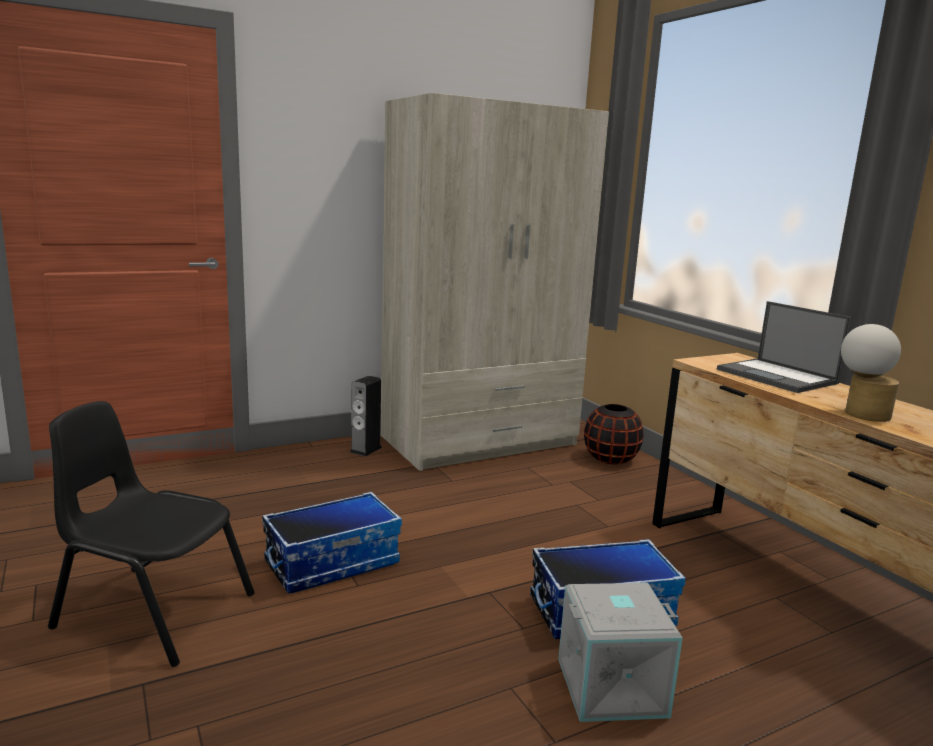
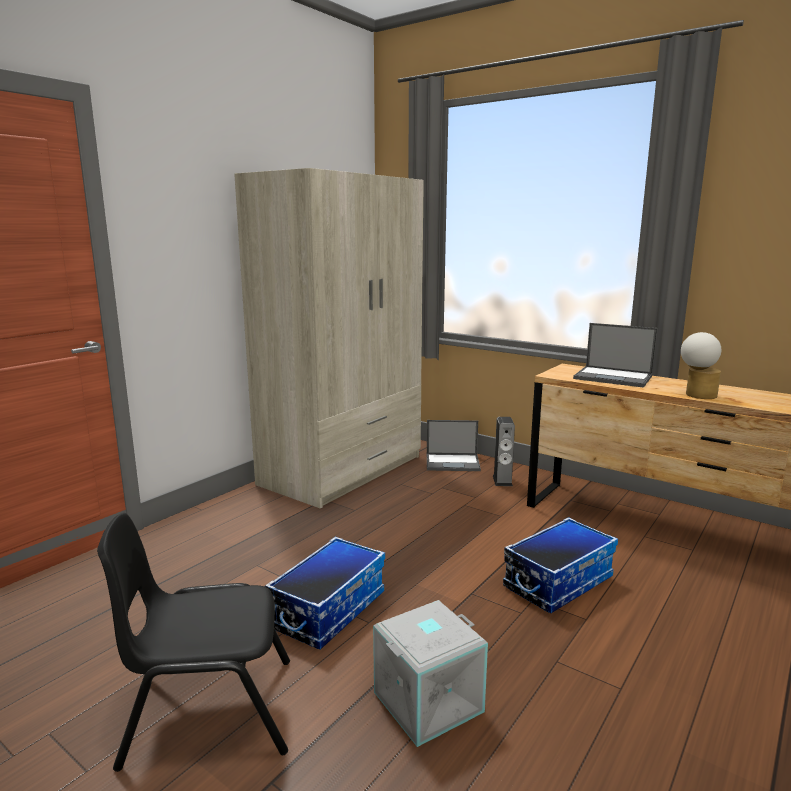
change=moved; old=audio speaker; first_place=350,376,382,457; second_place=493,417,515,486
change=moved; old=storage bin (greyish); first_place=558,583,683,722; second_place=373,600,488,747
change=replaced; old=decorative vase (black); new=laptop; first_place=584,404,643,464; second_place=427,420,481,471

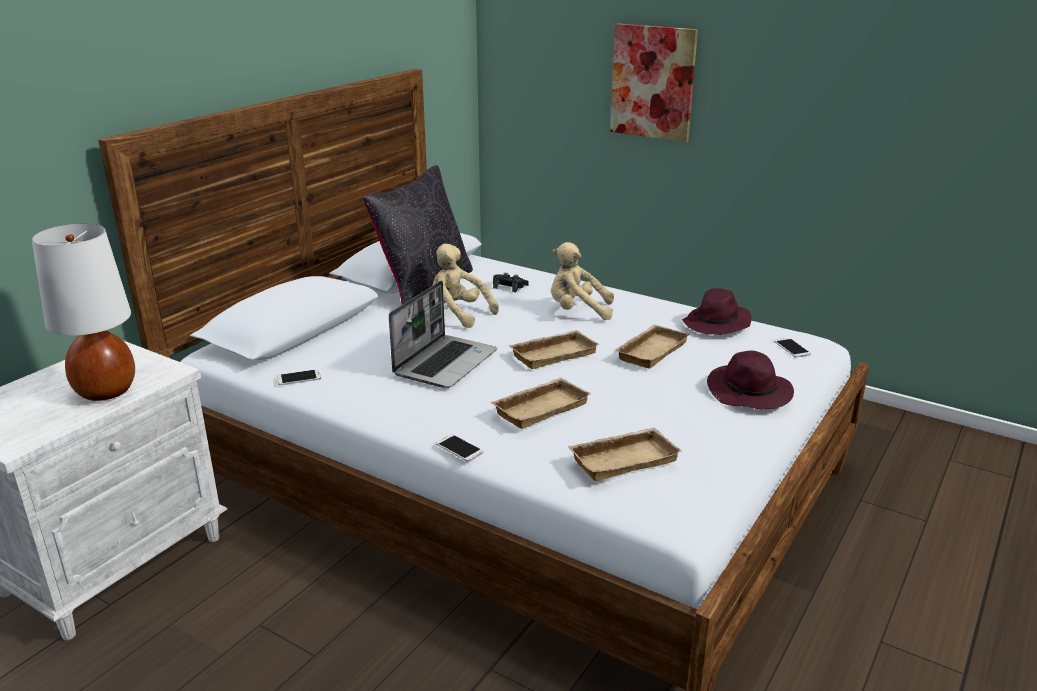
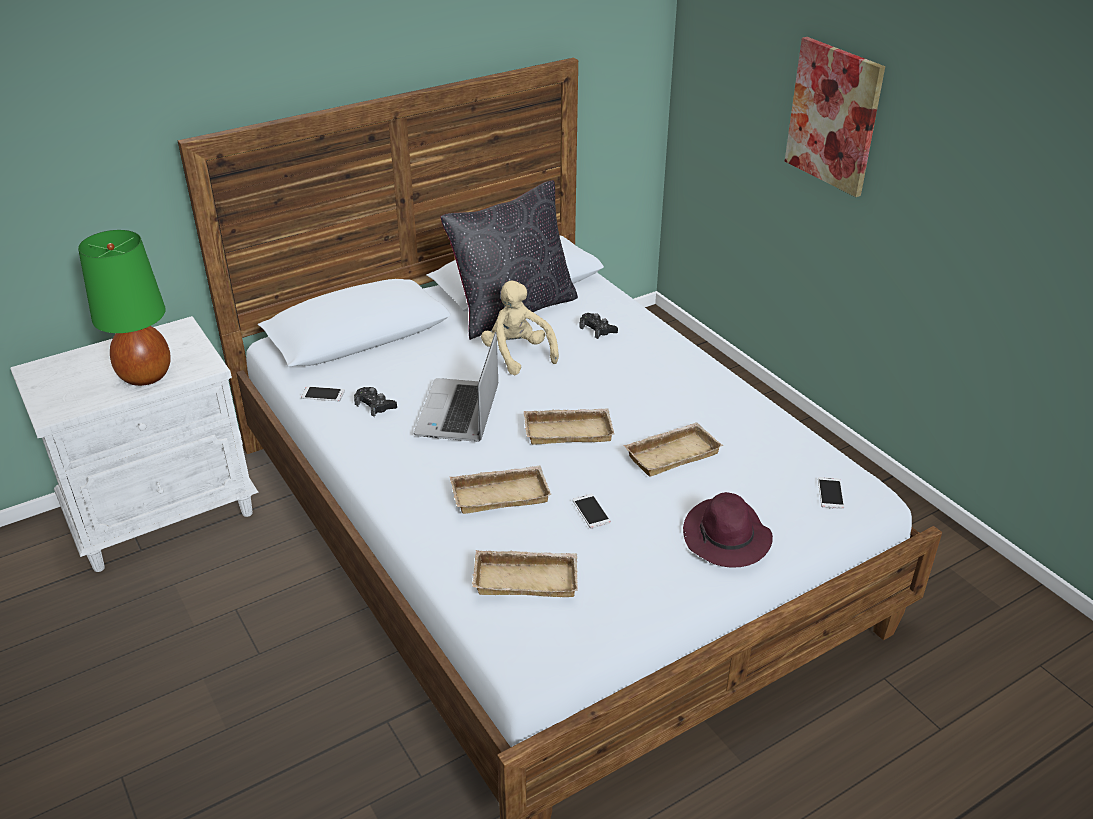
change=recoloured; old=tabletop lamp (white); new=tabletop lamp (green-coloured); first_place=32,223,135,401; second_place=78,230,171,386
change=turned; old=laptop; first_place=389,281,497,388; second_place=414,332,498,442; degrees=135
change=moved; old=telephone; first_place=436,434,484,462; second_place=573,494,611,528
change=removed; old=cuddly toy (beige); first_place=551,242,614,320
change=removed; old=clothing hat (purplish); first_place=682,288,751,335
change=added; new=gamepad (black); second_place=354,387,397,417

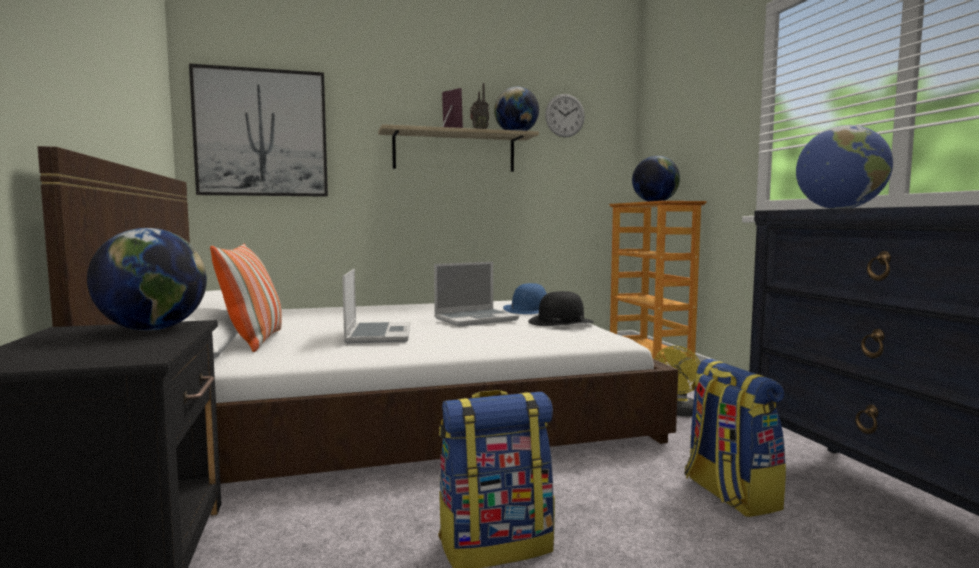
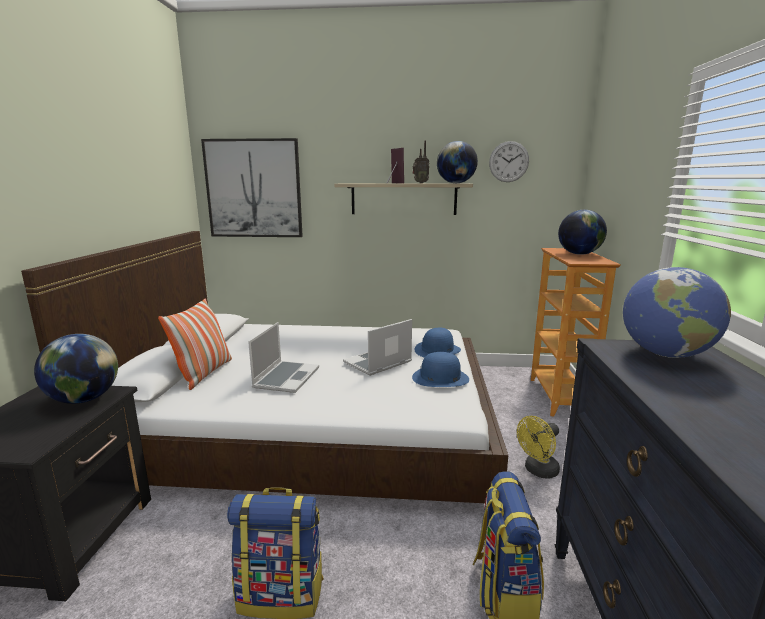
change=turned; old=laptop; first_place=434,262,519,327; second_place=343,319,412,376; degrees=150
change=recoloured; old=clothing hat (black); new=clothing hat (bluish); first_place=528,291,594,326; second_place=412,352,469,387

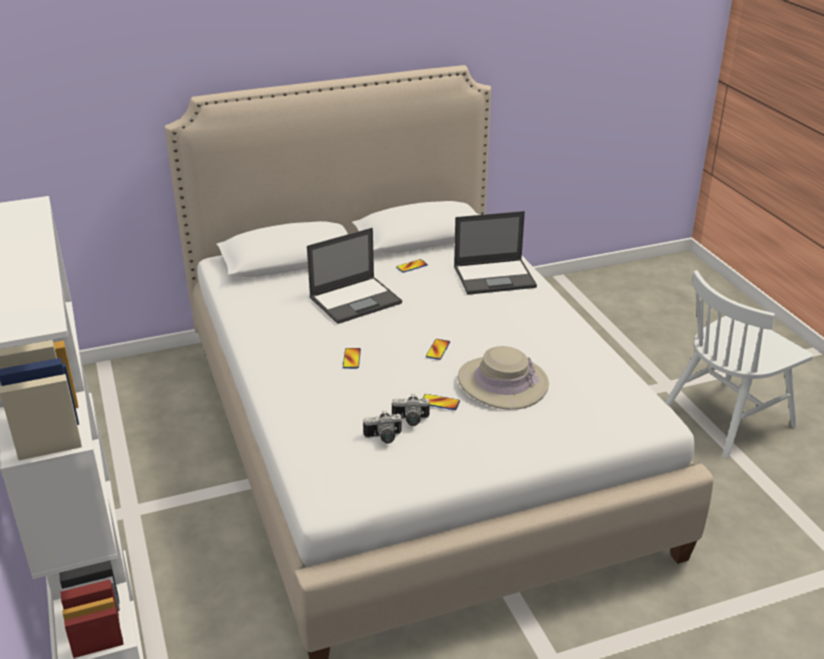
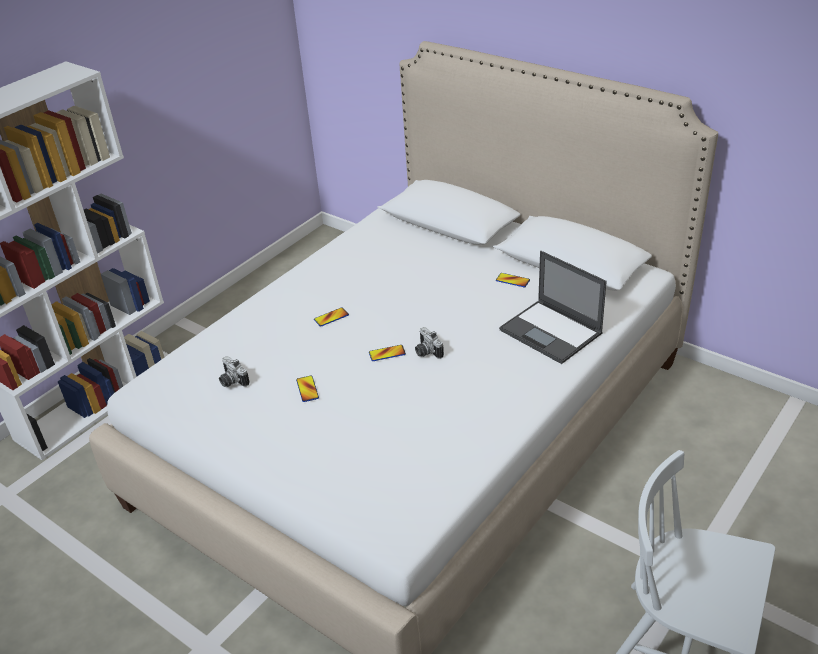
change=removed; old=laptop; first_place=307,228,402,324
change=moved; old=still camera; first_place=392,394,430,426; second_place=415,327,444,359
change=removed; old=clothing hat (beige); first_place=458,346,549,410

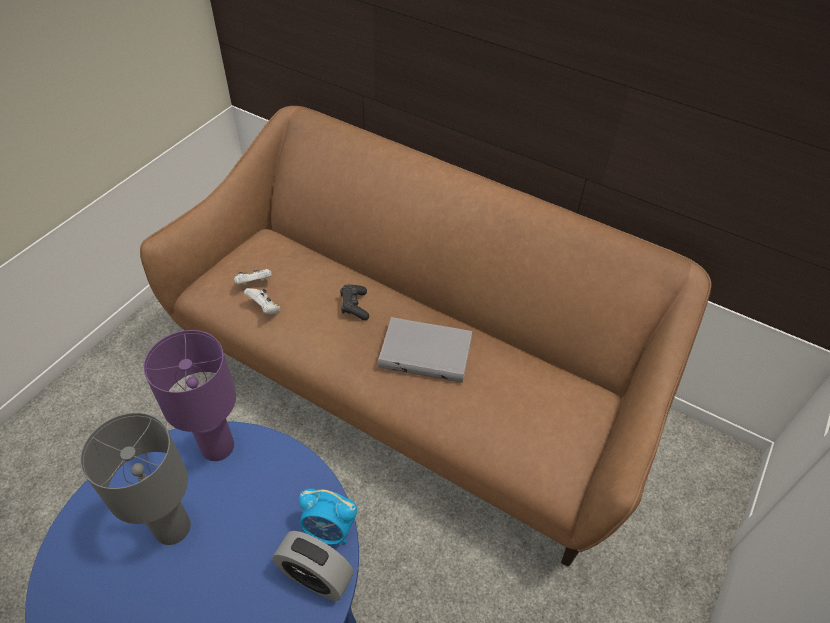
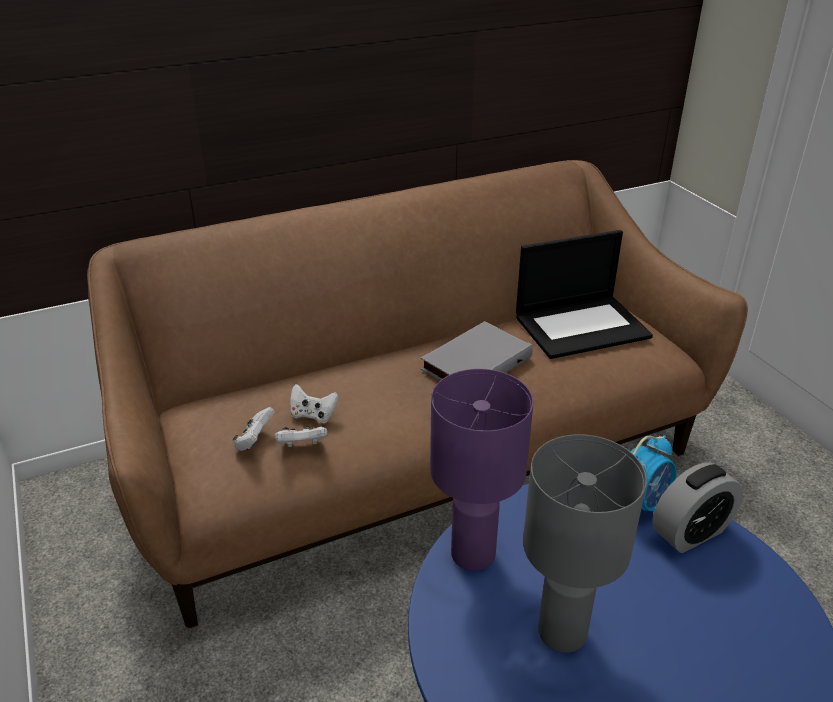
change=removed; old=gamepad (black); first_place=340,284,369,321
change=added; new=gamepad (white); second_place=290,384,339,424
change=added; new=laptop; second_place=516,230,653,359

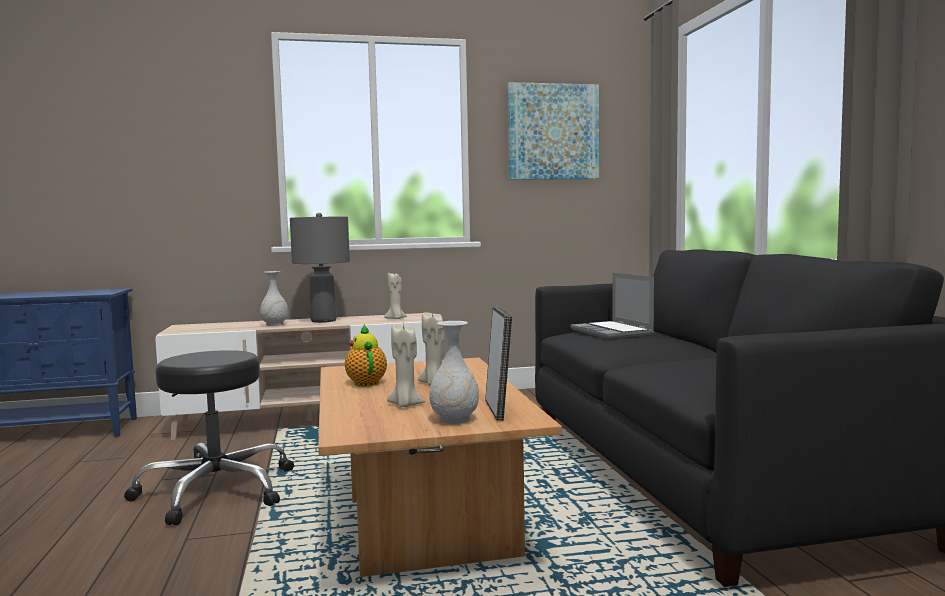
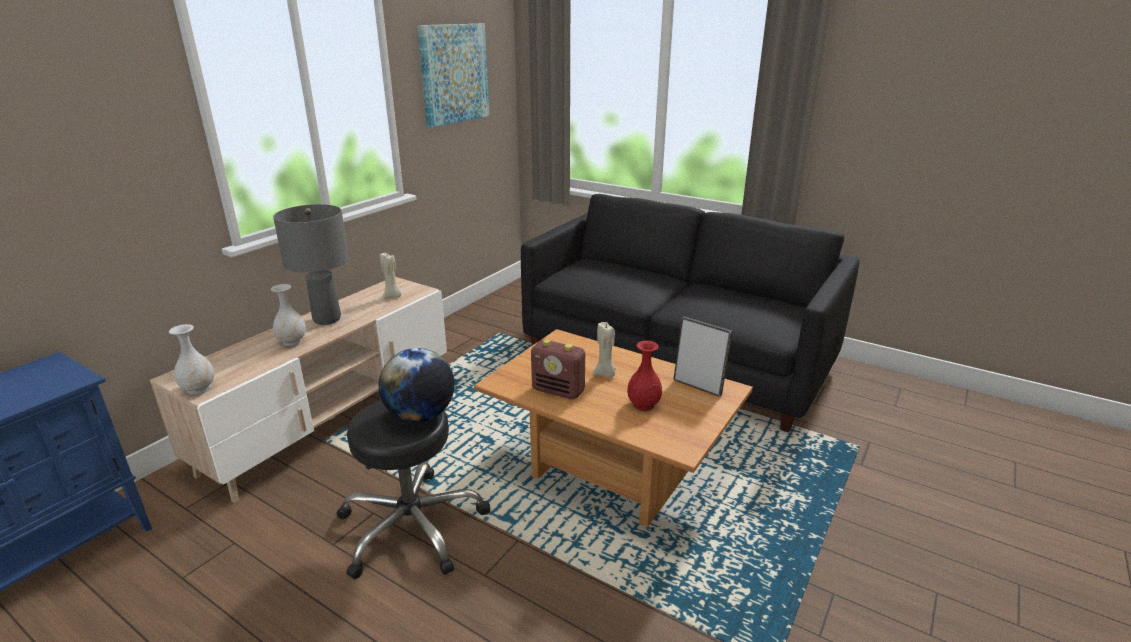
change=replaced; old=tea pot; new=radio set; first_place=345,324,387,386; second_place=531,339,585,399
change=replaced; old=candle (beige); new=decorative vase (reddish); first_place=387,323,425,407; second_place=627,341,662,411
change=moved; old=decorative vase (white); first_place=429,321,479,424; second_place=169,324,215,395
change=removed; old=laptop; first_place=570,273,654,339
change=added; new=world globe; second_place=379,348,455,423

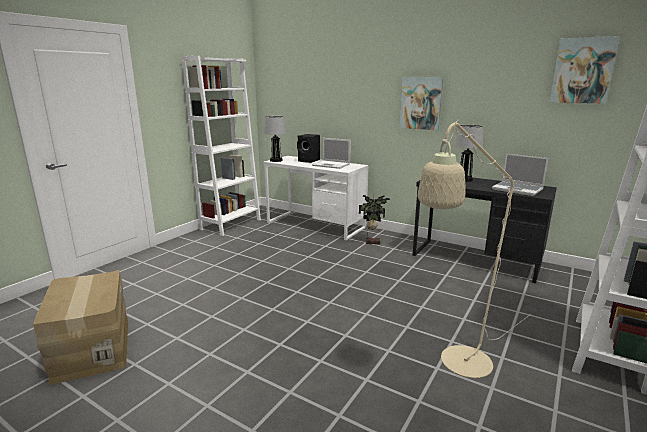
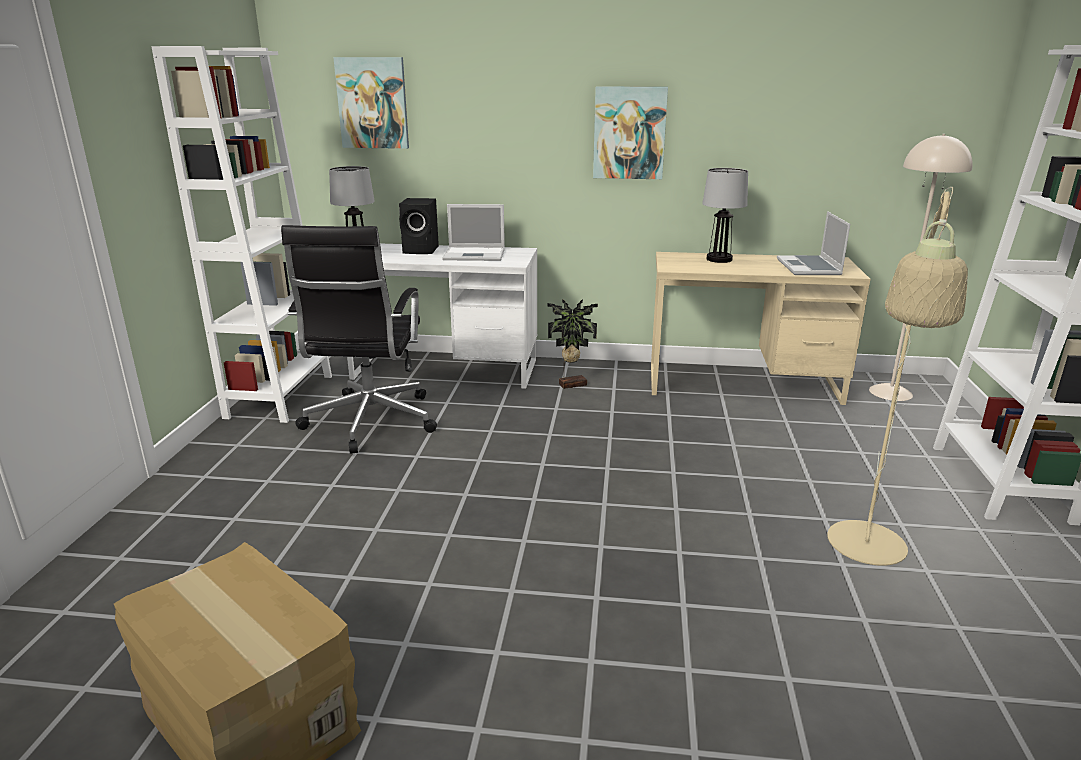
change=recoloured; old=desk (black); new=desk (beige); first_place=412,178,557,283; second_place=651,252,870,405
change=turned; old=laptop; first_place=492,153,548,196; second_place=777,211,850,275; degrees=75
change=moved; old=wall art; first_place=549,36,620,104; second_place=333,57,409,149
change=added; new=office chair (black); second_place=281,225,437,454
change=added; new=standard lamp (beige); second_place=869,134,973,401

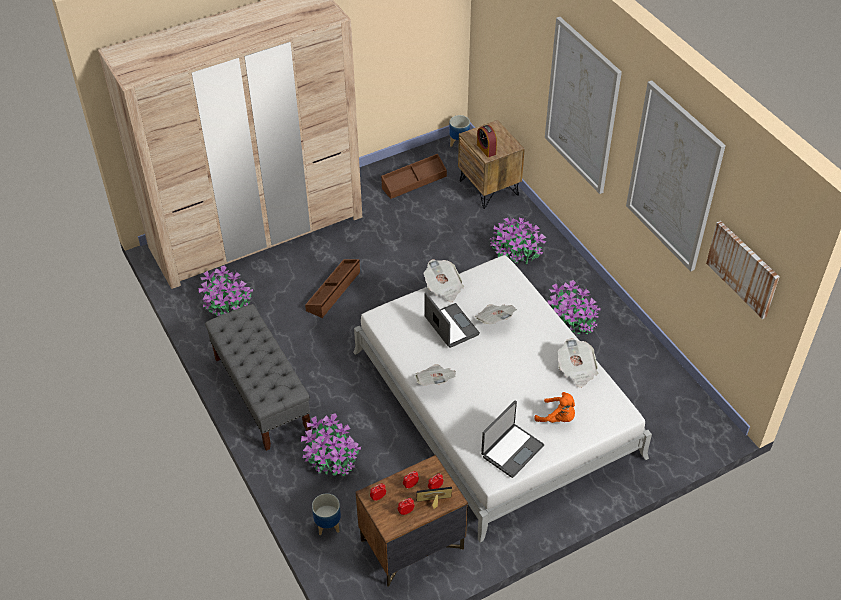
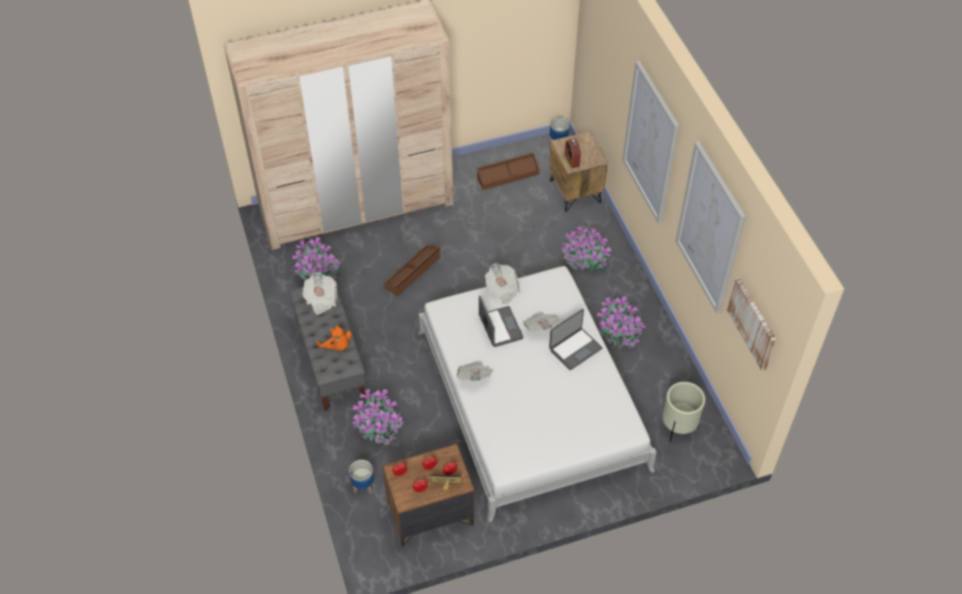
change=moved; old=laptop; first_place=481,401,544,478; second_place=549,309,602,370
change=moved; old=cuddly toy (orange); first_place=534,392,575,423; second_place=317,325,352,351
change=moved; old=printed paper; first_place=558,338,598,388; second_place=302,272,337,315
change=added; new=plant pot (beige); second_place=662,382,705,442

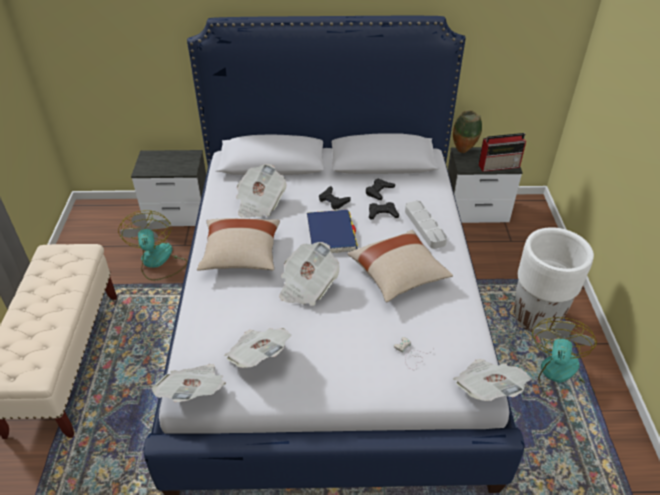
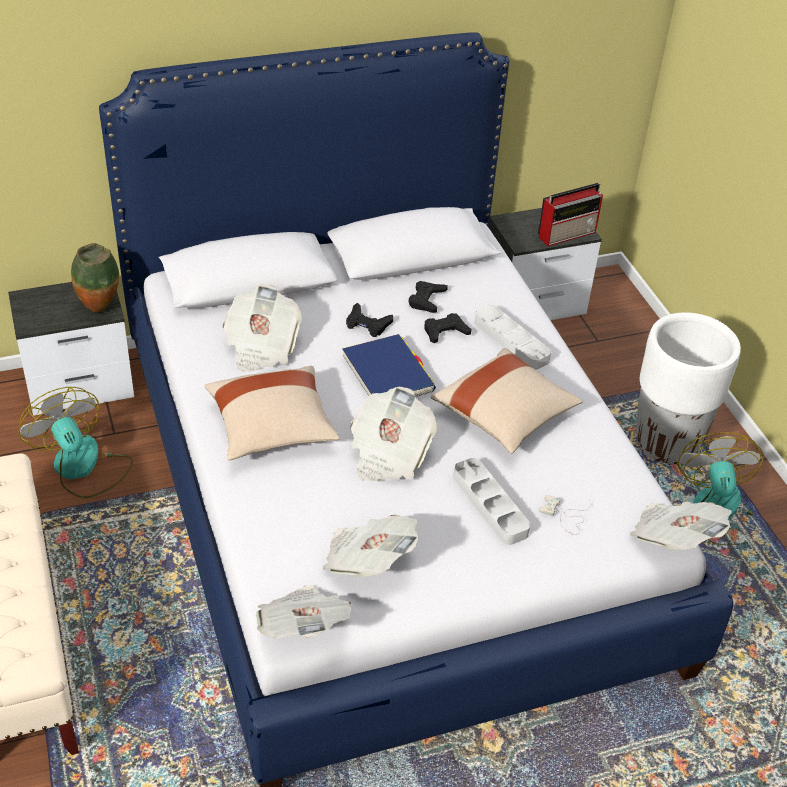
change=moved; old=decorative vase; first_place=453,110,482,153; second_place=71,243,119,313
change=added; new=carrying tray (greyish); second_place=453,458,530,545

